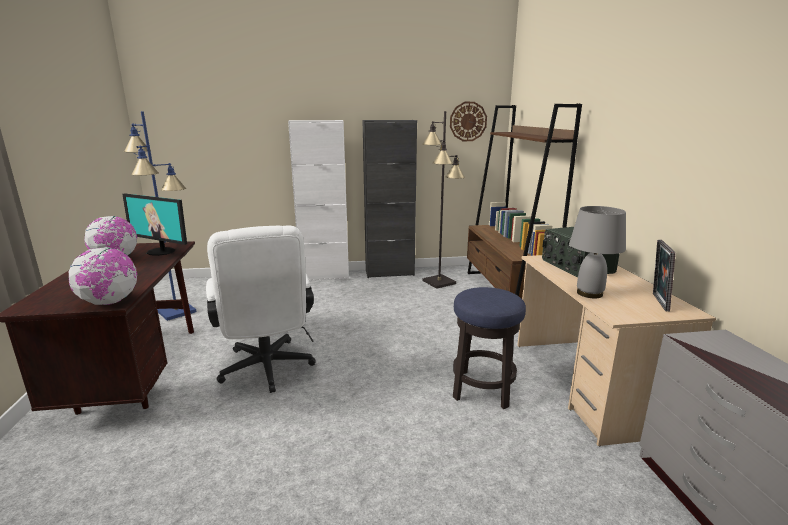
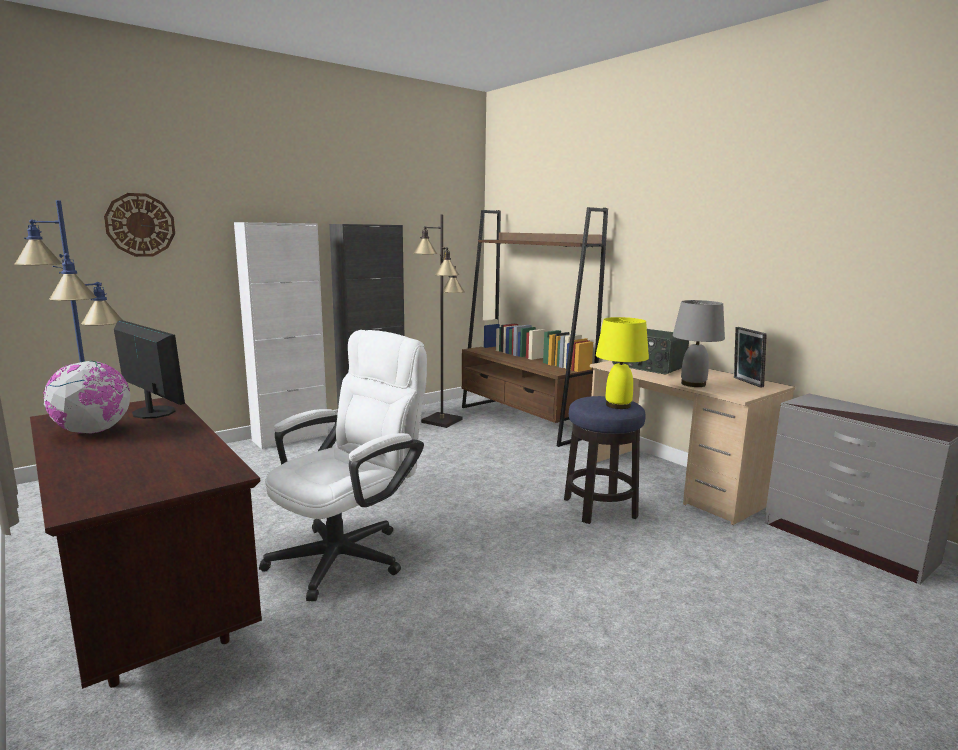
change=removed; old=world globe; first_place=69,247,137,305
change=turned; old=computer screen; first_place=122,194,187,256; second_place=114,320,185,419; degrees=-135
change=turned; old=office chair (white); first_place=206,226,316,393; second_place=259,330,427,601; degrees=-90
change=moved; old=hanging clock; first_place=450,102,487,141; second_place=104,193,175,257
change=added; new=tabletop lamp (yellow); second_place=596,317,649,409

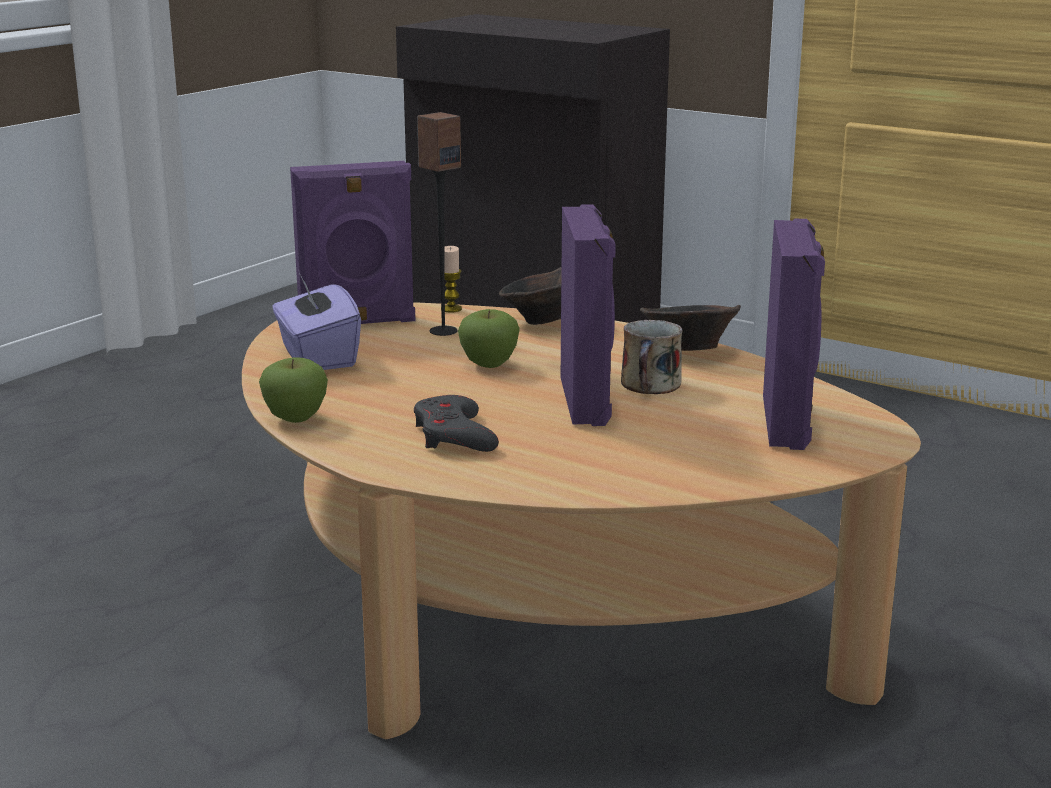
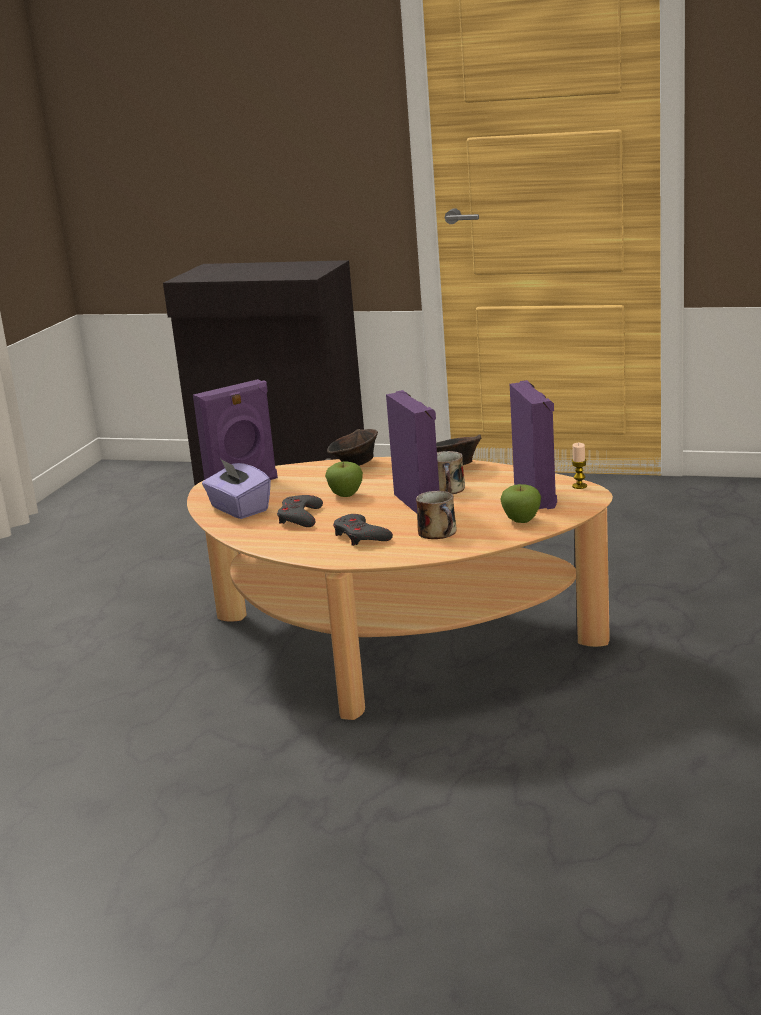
change=moved; old=apple fruit; first_place=259,357,328,423; second_place=500,484,541,523
change=removed; old=audio speaker; first_place=417,112,461,336
change=moved; old=candle; first_place=444,246,462,313; second_place=571,443,587,489
change=added; new=gamepad (greyish); second_place=277,495,323,527
change=added; new=coffee mug; second_place=416,491,456,539

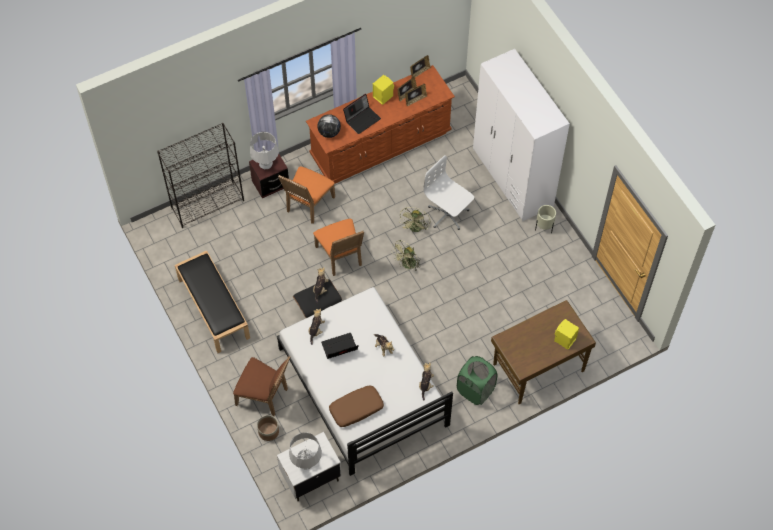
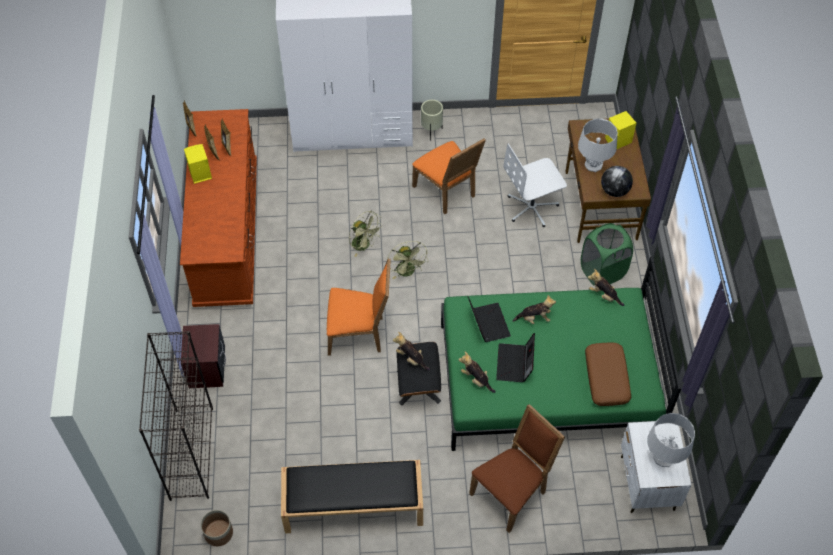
change=moved; old=tabletop lamp (greyish); first_place=250,132,279,169; second_place=578,118,618,172
change=moved; old=plant pot; first_place=257,415,279,441; second_place=201,510,233,546
change=recoloured; old=sleeping bed (white); new=sleeping bed (green-coloured); first_place=277,287,453,476; second_place=441,257,681,451
change=moved; old=plain chair (orange); first_place=278,166,335,224; second_place=412,138,486,214
change=moved; old=world globe; first_place=317,114,341,138; second_place=601,166,633,197
change=moved; old=laptop; first_place=343,94,381,134; second_place=467,296,511,342
change=moved; old=office chair (white); first_place=423,156,474,230; second_place=504,143,567,227

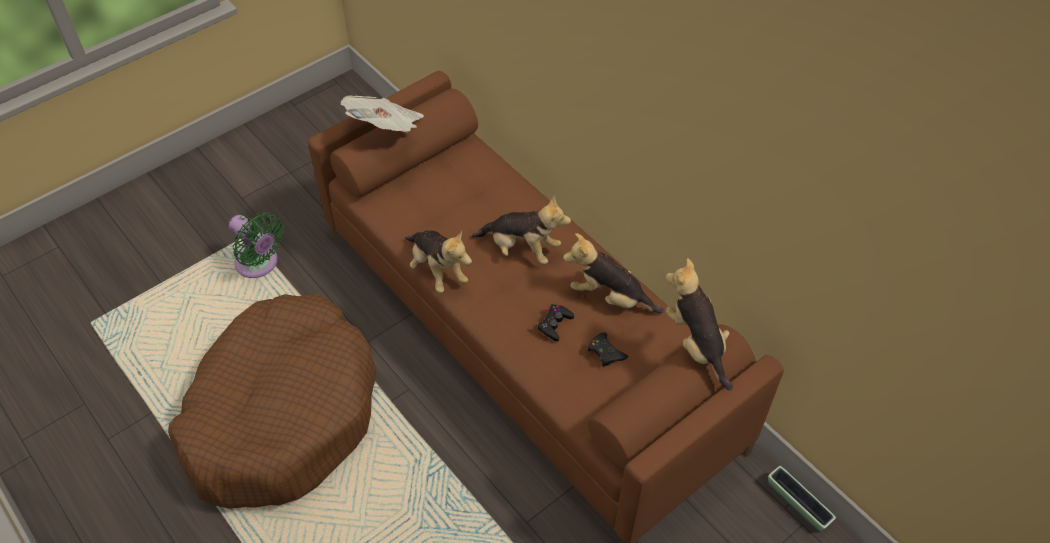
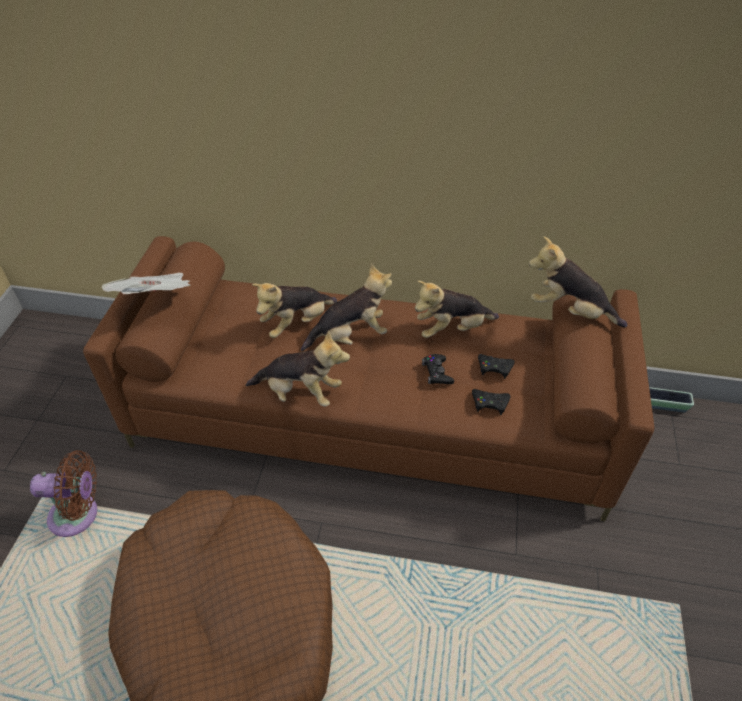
change=recoloured; old=fan (green-coloured); new=fan (brown); first_place=229,212,284,278; second_place=30,450,97,537
change=added; new=cuddly toy; second_place=252,283,337,338
change=added; new=gamepad (black); second_place=472,389,511,415

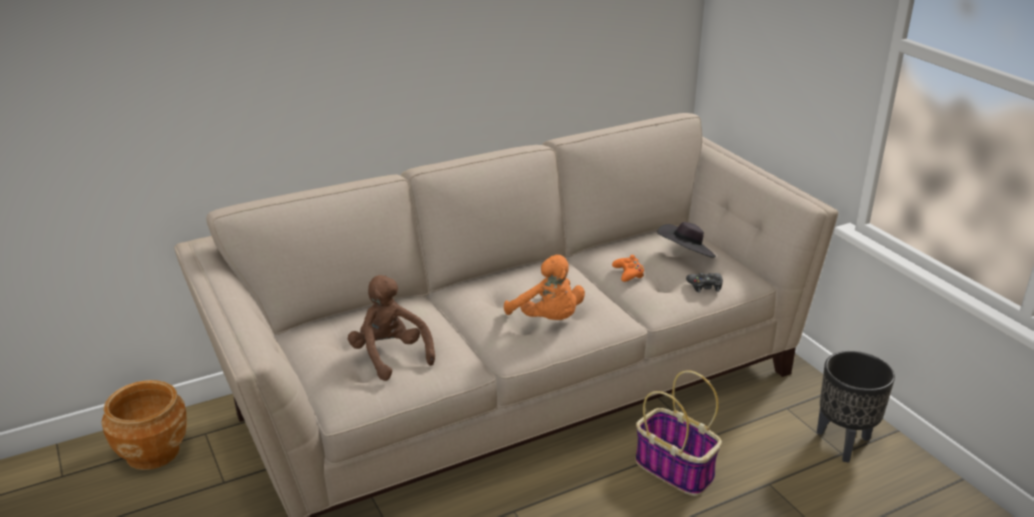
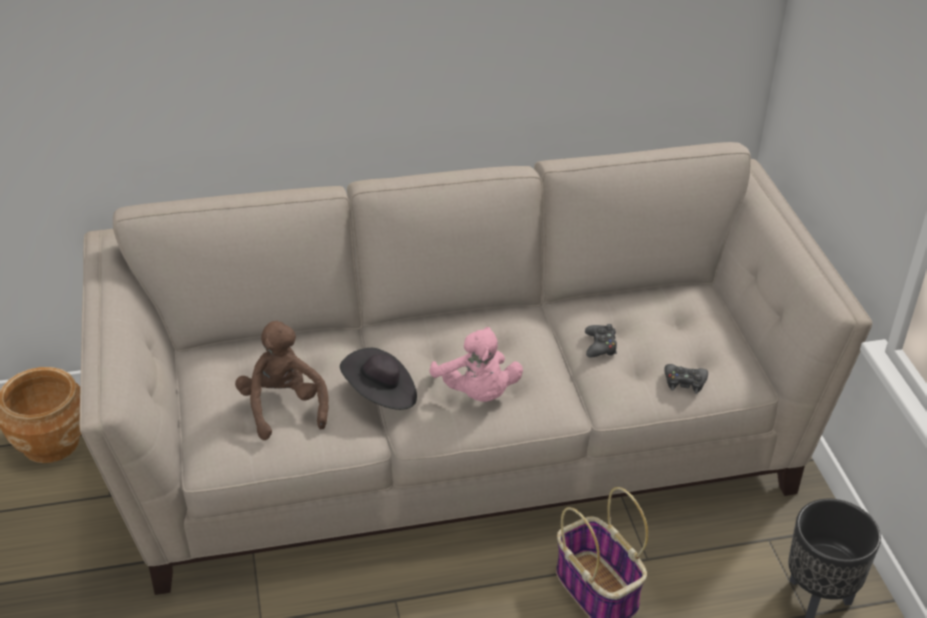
change=recoloured; old=cuddly toy (orange); new=cuddly toy (pink); first_place=504,255,585,320; second_place=429,327,523,402
change=recoloured; old=gamepad (orange); new=gamepad (black); first_place=612,255,644,282; second_place=585,324,617,357
change=moved; old=clothing hat (black); first_place=658,222,716,258; second_place=340,348,417,410

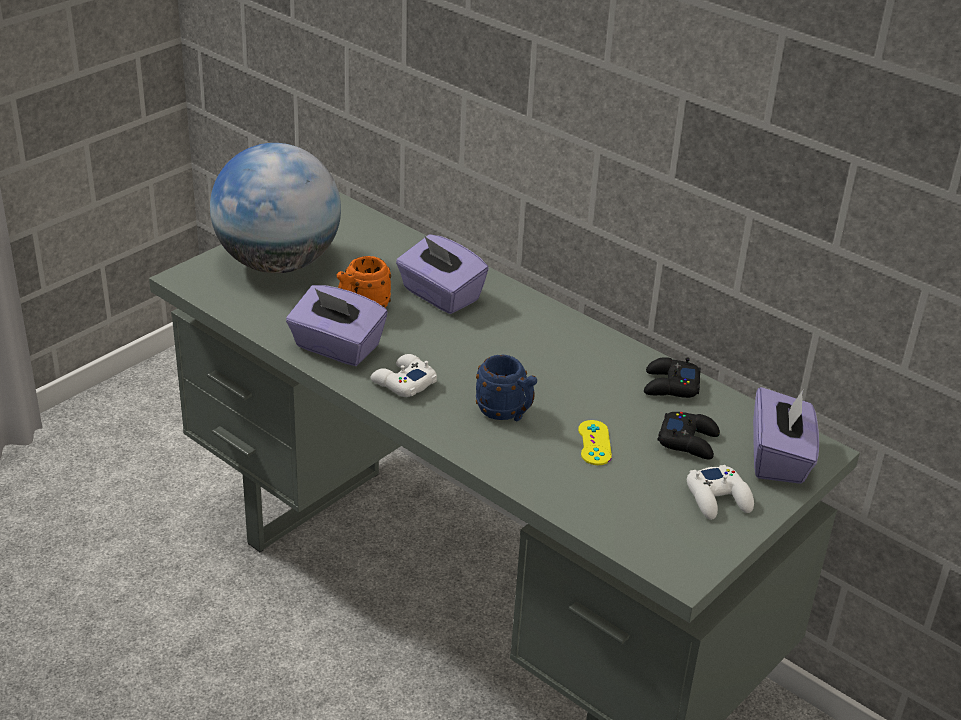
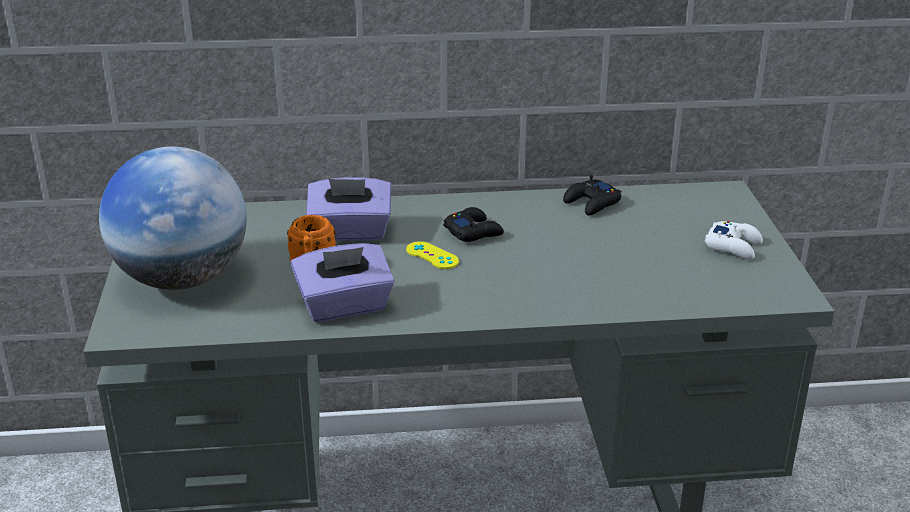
change=removed; old=gamepad (white); first_place=370,354,437,397
change=removed; old=coffee mug (bluish); first_place=476,355,537,422
change=moved; old=gamepad (yellow); first_place=578,420,612,465; second_place=406,241,459,269
change=moved; old=gamepad (black); first_place=657,412,720,459; second_place=443,207,504,242
change=removed; old=tissue box (purplish); first_place=753,387,819,484

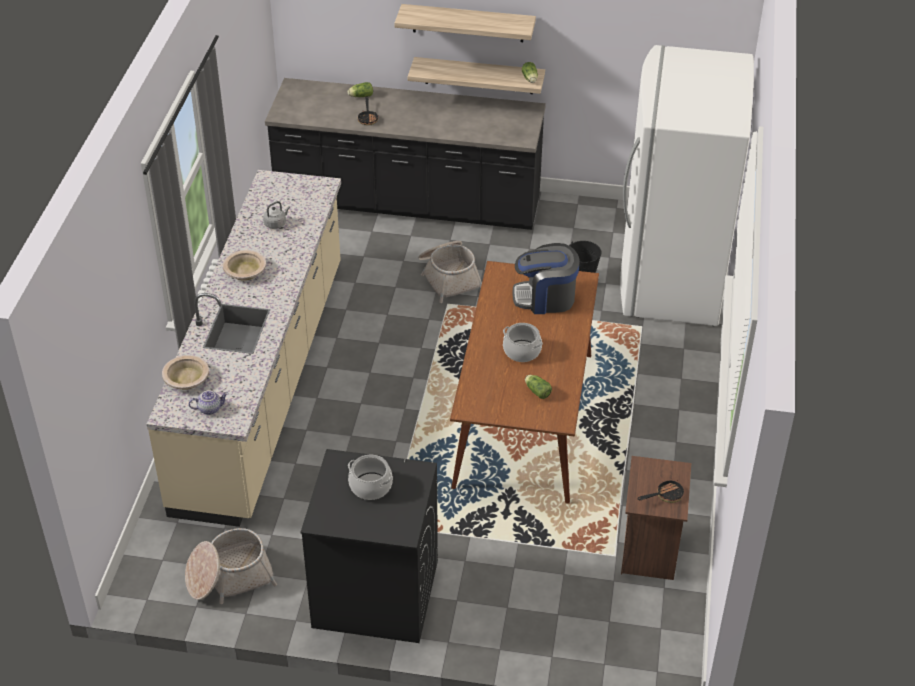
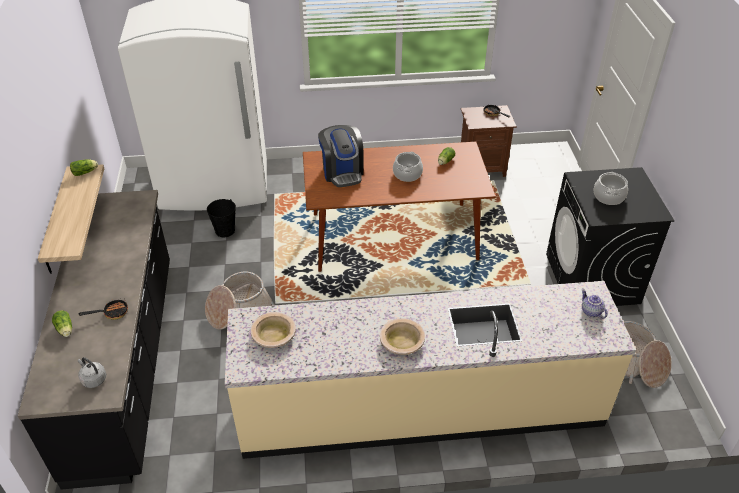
change=moved; old=serving bowl (beige); first_place=162,355,209,390; second_place=251,312,296,348
change=moved; old=kettle (greyish); first_place=263,201,290,229; second_place=78,357,106,388
change=removed; old=wall shelf; first_place=394,4,536,42

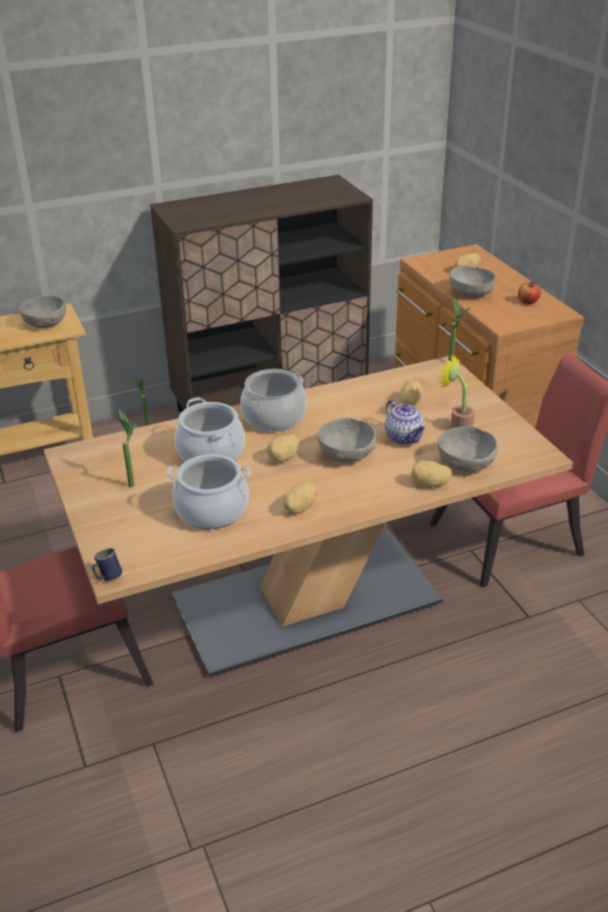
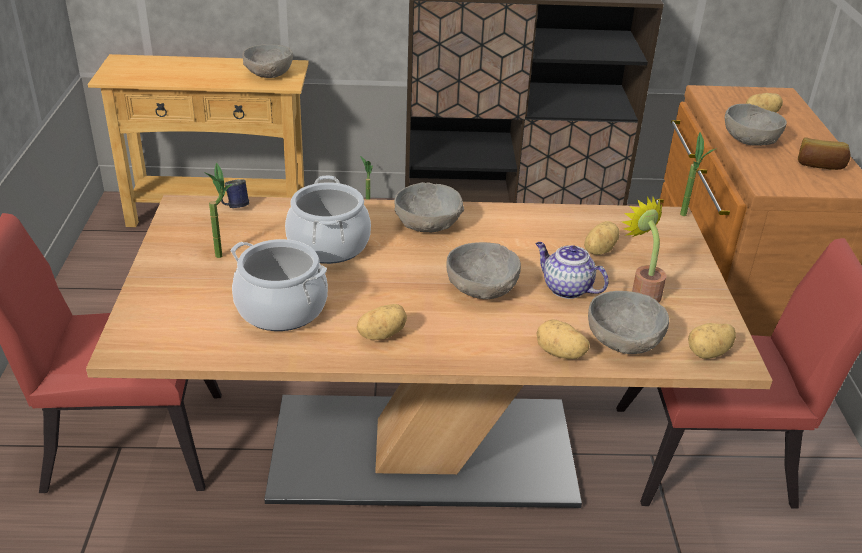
change=moved; old=coffee mug (bluish); first_place=92,548,122,581; second_place=221,179,249,208
change=replaced; old=cooking pot; new=serving bowl (greyish); first_place=241,369,307,432; second_place=394,182,464,232
change=moved; old=whole potato; first_place=267,434,299,462; second_place=688,323,736,359
change=turned; old=tea pot; first_place=385,400,425,445; second_place=536,242,609,299; degrees=135
change=replaced; old=apple fruit; new=bread; first_place=518,281,541,304; second_place=798,137,851,170

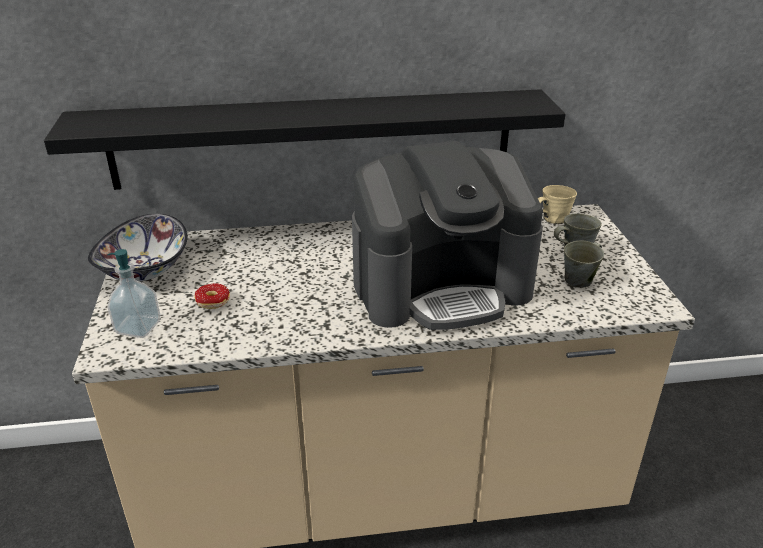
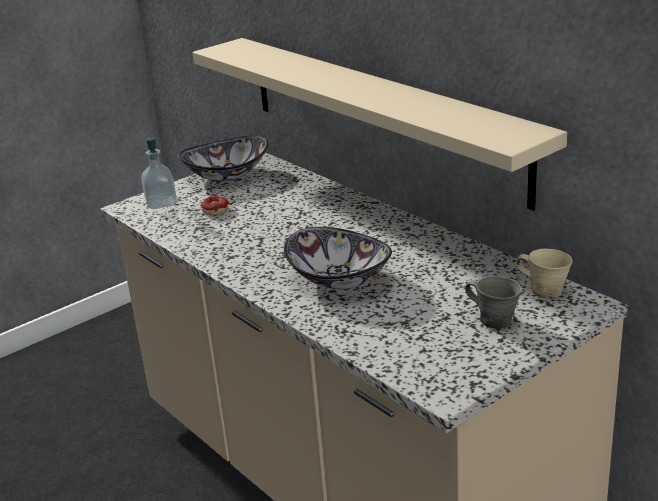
change=recoloured; old=wall shelf (black); new=wall shelf (beige); first_place=44,89,566,190; second_place=192,38,567,211
change=replaced; old=coffee brewer; new=serving bowl; first_place=352,141,543,330; second_place=284,227,392,289
change=removed; old=coffee mug (greyish); first_place=564,241,604,288

